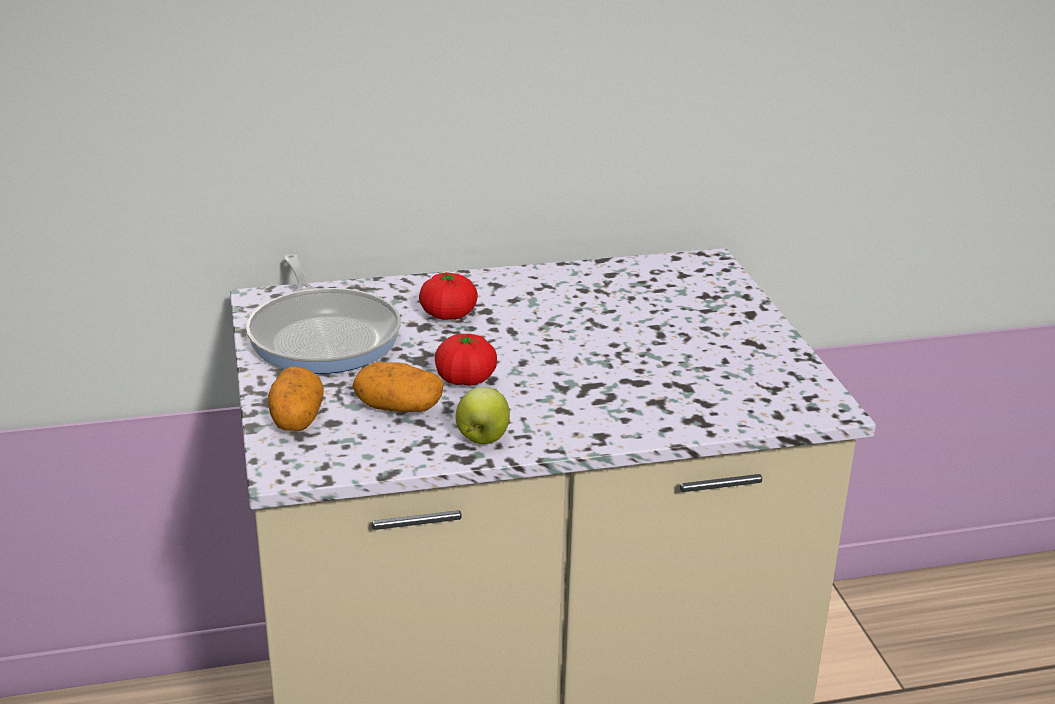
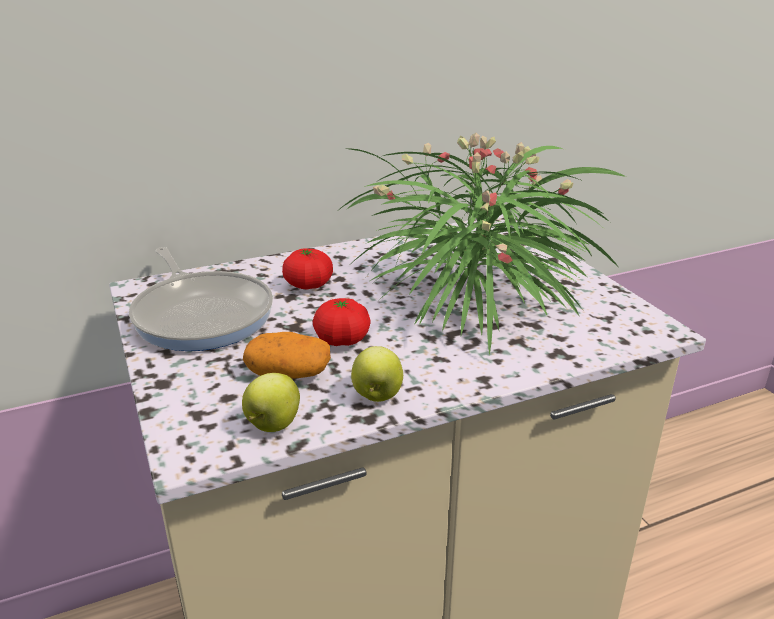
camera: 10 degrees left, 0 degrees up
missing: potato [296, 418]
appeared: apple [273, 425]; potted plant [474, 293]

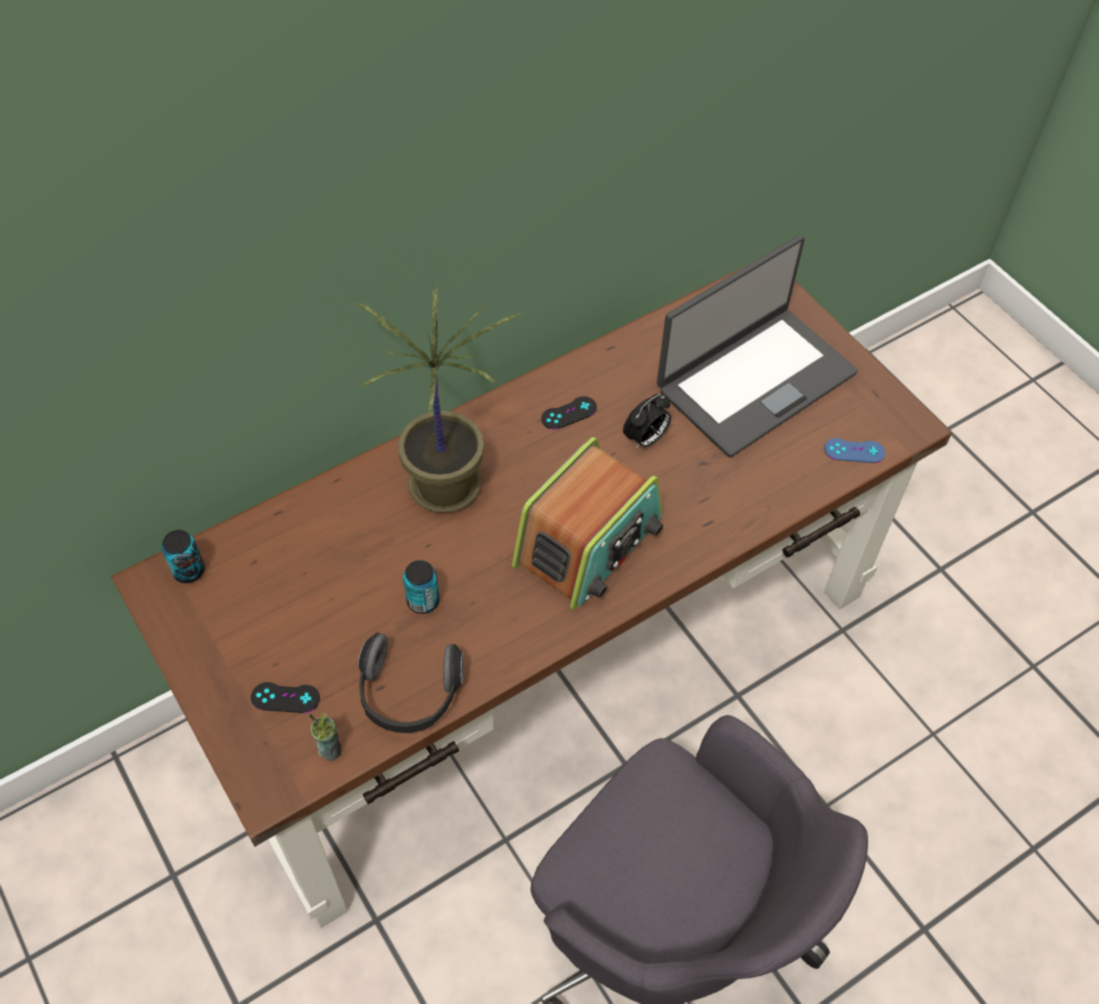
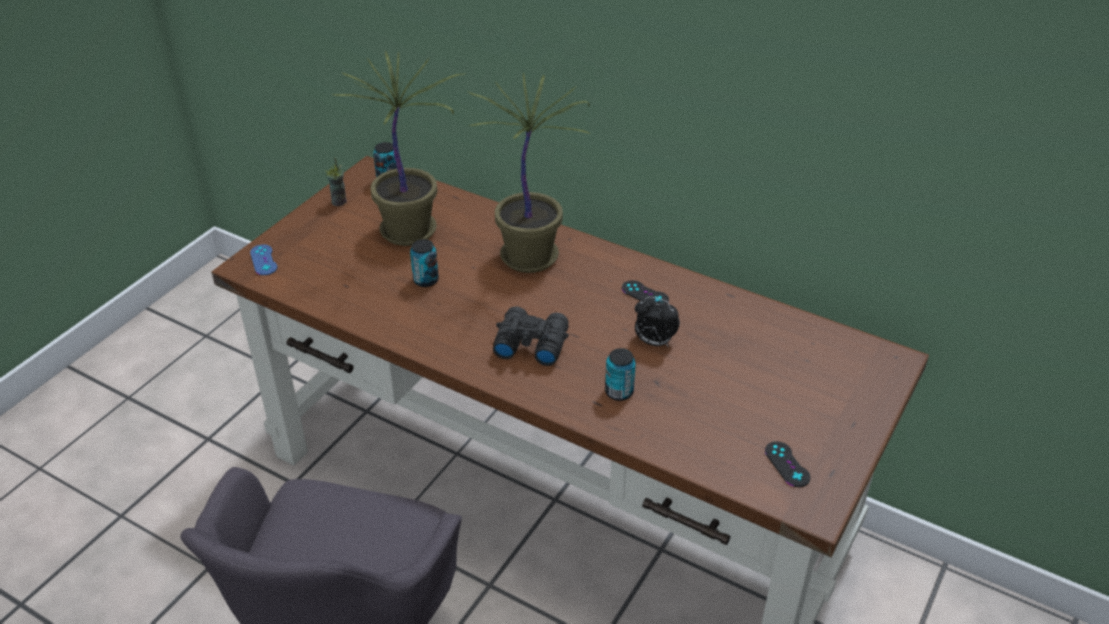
camera: 65 degrees right, 15 degrees down
missing: headphones [409, 695]; laptop [754, 380]
appeared: potted plant [411, 231]; can [619, 392]
relocated: game controller (black) [285, 698] to [787, 464]; cup [330, 749] to [339, 202]; game controller (blue) [854, 451] to [263, 260]
exchanged: radio [589, 543] to binoculars (black) [530, 343]

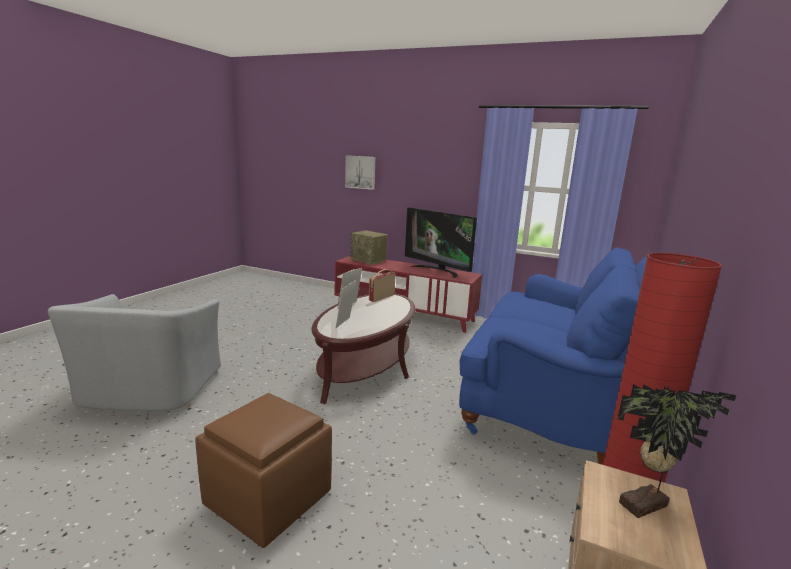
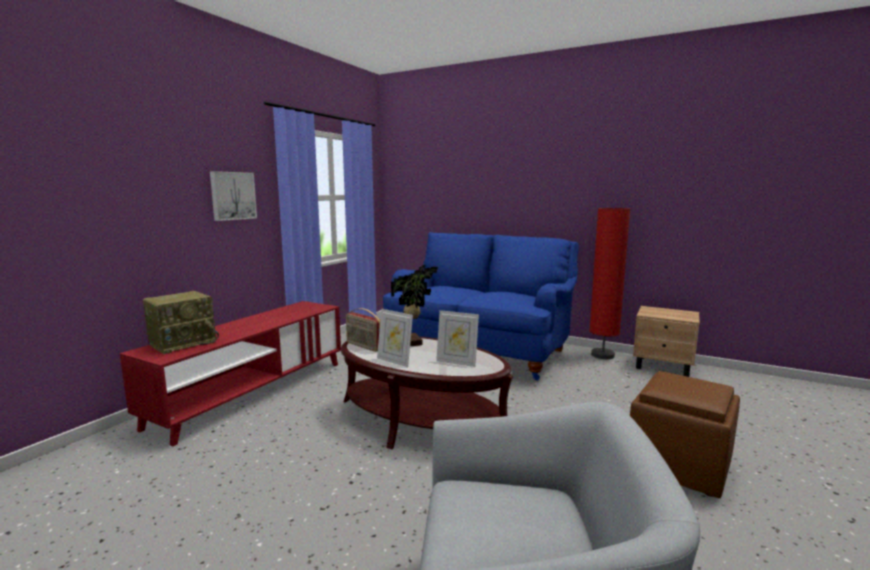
camera: 85 degrees left, 5 degrees down
missing: television [437, 270]
relocated: picture [361, 172] to [232, 196]; potted plant [646, 506] to [414, 342]

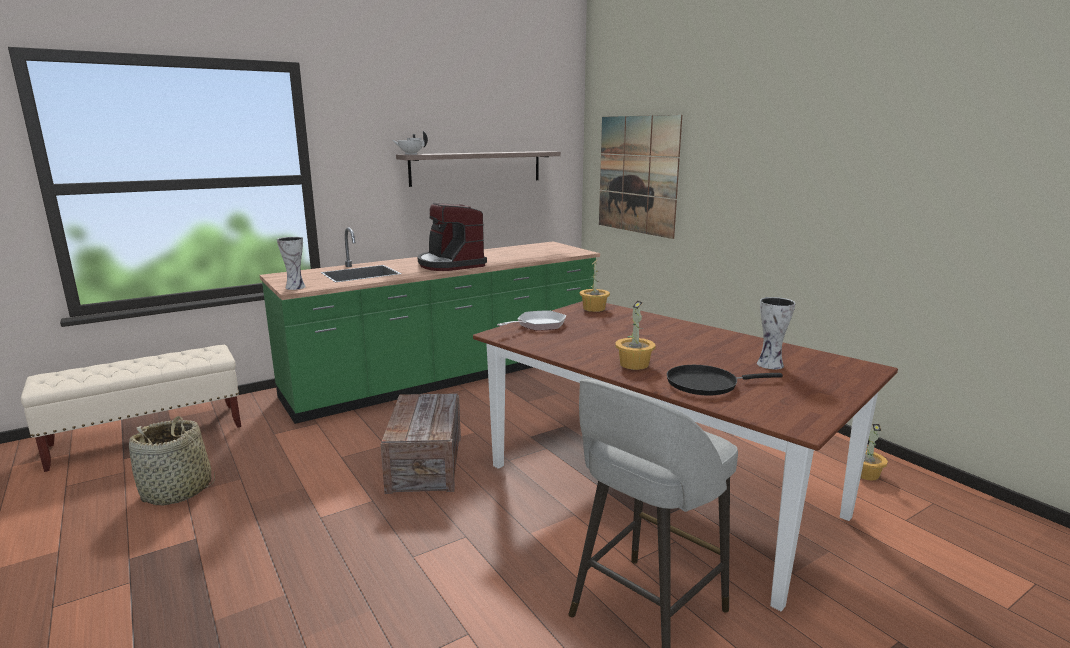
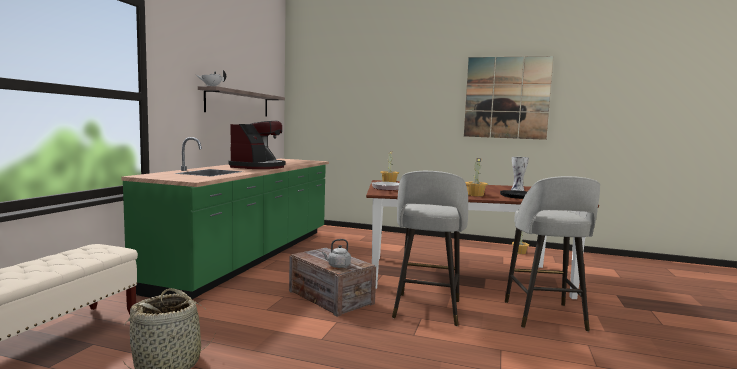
camera: 40 degrees left, 10 degrees down
missing: vase [296, 287]
appeared: kettle (grey) [337, 266]; stool (grey) [426, 310]
relocated: picture [637, 175] to [506, 97]
spun: coffee machine [450, 264] = [259, 167] 90 degrees counterclockwise

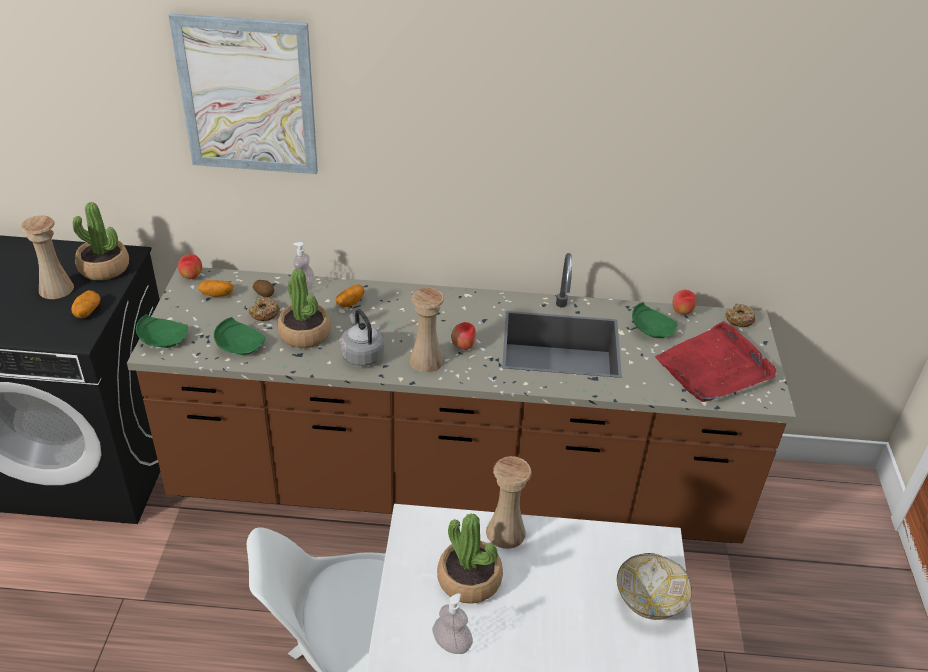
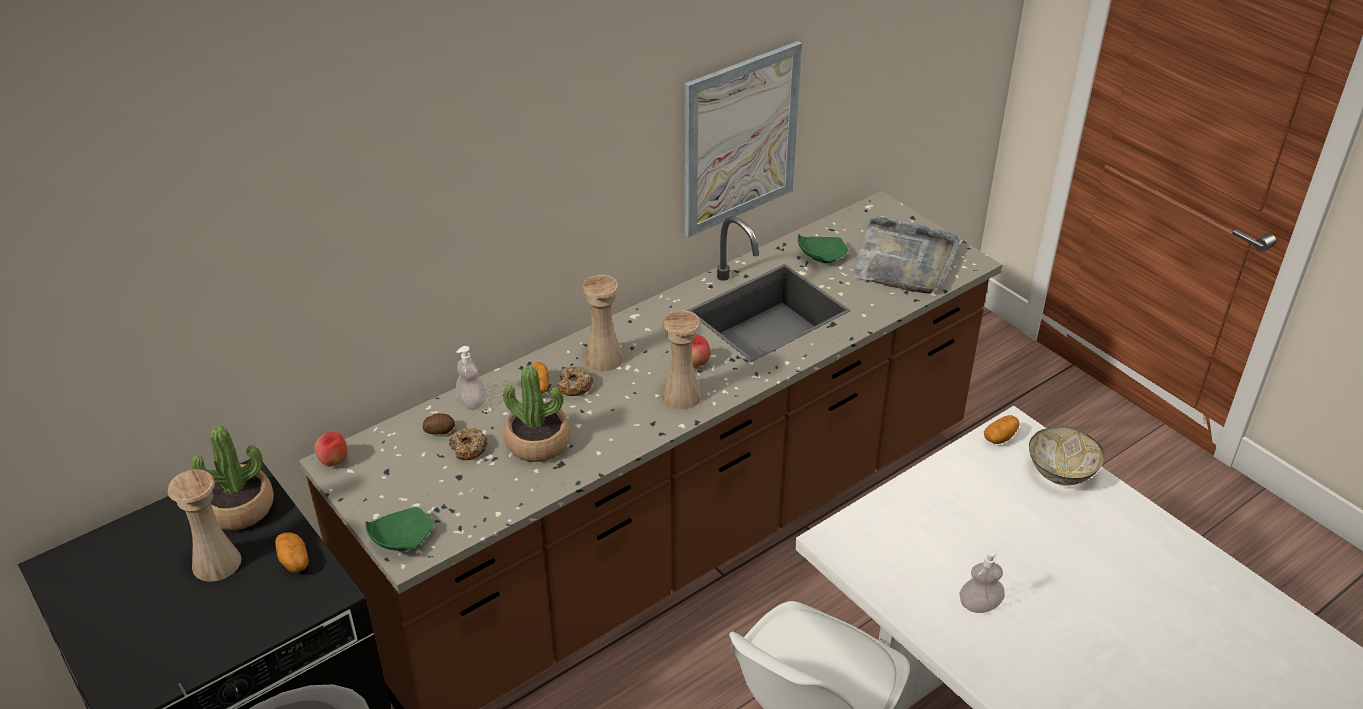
camera: 40 degrees left, 0 degrees up
missing: plate (green) [240, 345]; kettle (grey) [361, 354]; potted plant [469, 579]; apple [681, 312]
relocated: picture [247, 96] to [740, 139]; potato [217, 294] to [1000, 437]; vase (beige) [505, 532] to [603, 358]; donut [739, 319] to [574, 386]
colour: tray (red) [714, 367] to tray (grey) [904, 260]

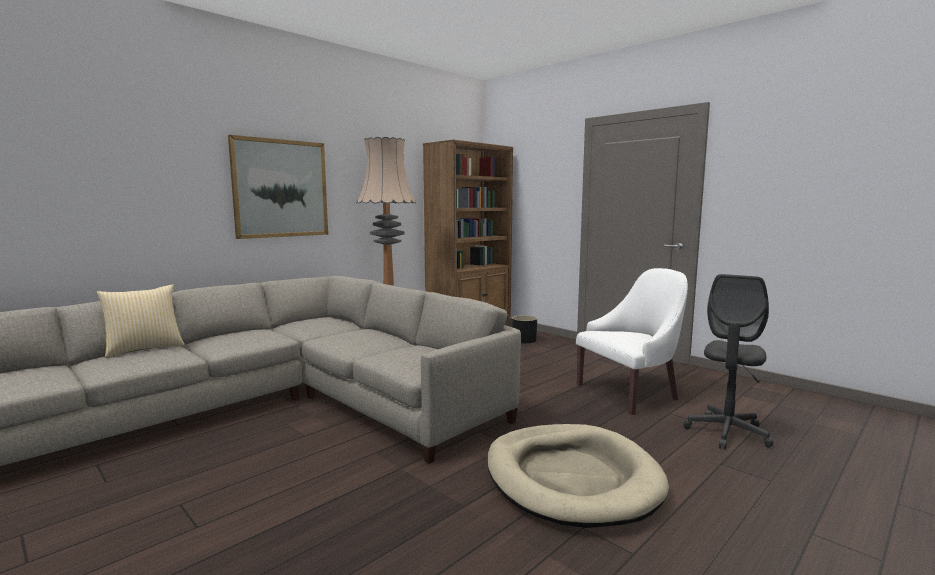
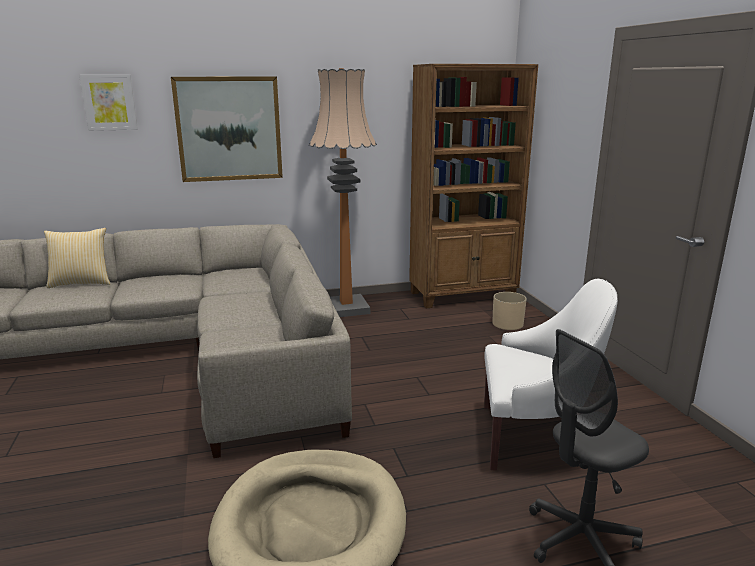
camera: 30 degrees right, 10 degrees up
appeared: picture [109, 102]
colour: planter (black) [524, 340] to planter (beige) [507, 324]

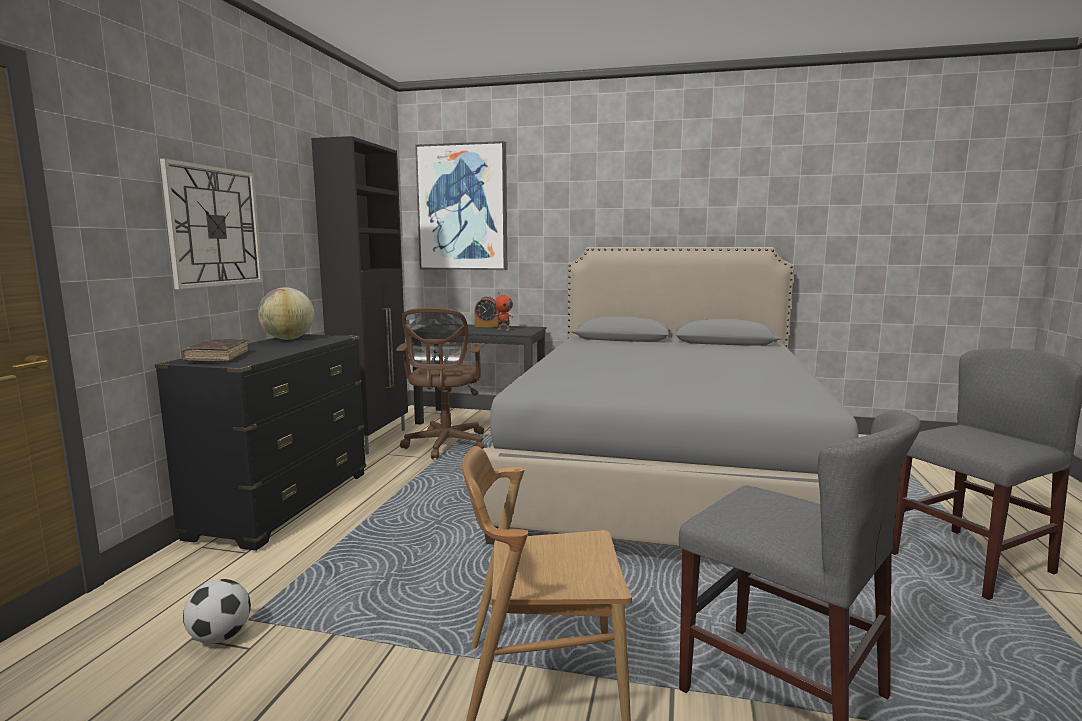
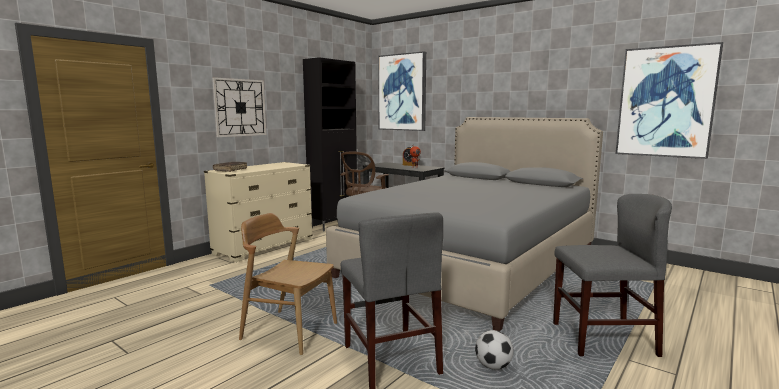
camera: 25 degrees right, 0 degrees up
missing: globe [288, 339]
appeared: picture [665, 102]
relocated: football [220, 637] to [493, 366]
colour: dresser (black) [283, 504] to dresser (beige) [264, 247]

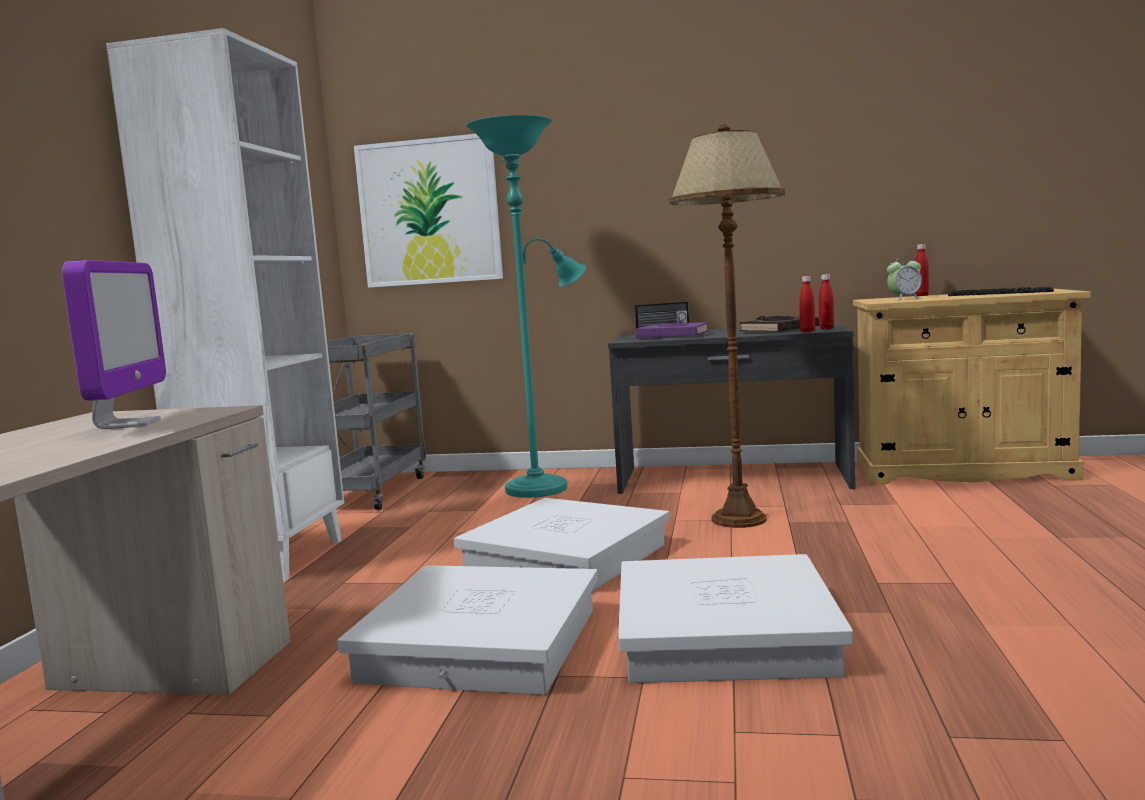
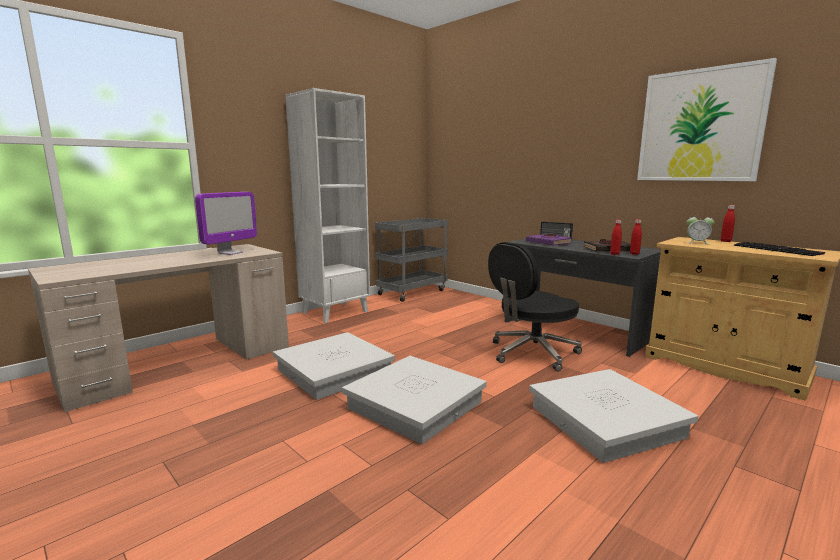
camera: 35 degrees right, 5 degrees up
missing: floor lamp (turquoise) [543, 487]
relocated: picture [429, 212] to [700, 126]; storage box (white) [567, 557] to [606, 422]
exchanged: floor lamp (brown) [738, 519] to office chair (black) [531, 353]

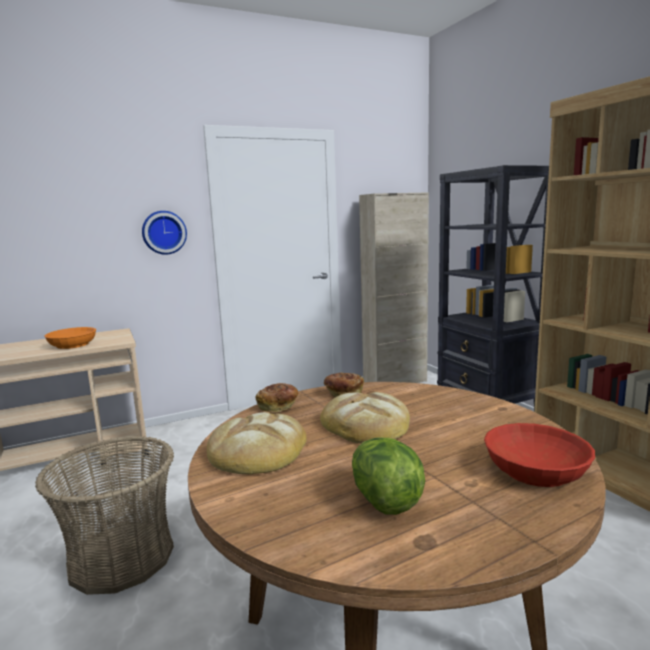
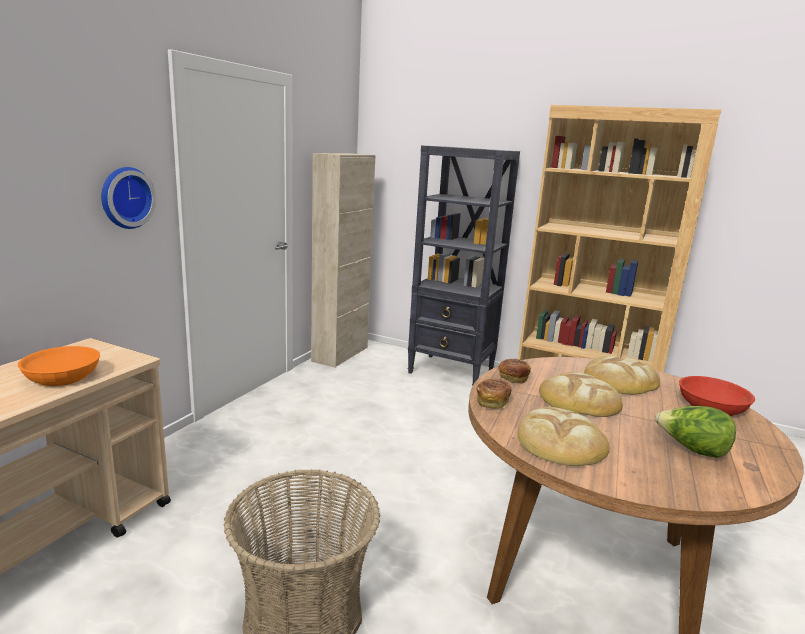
camera: 40 degrees left, 5 degrees up
appeared: bread [620, 381]

